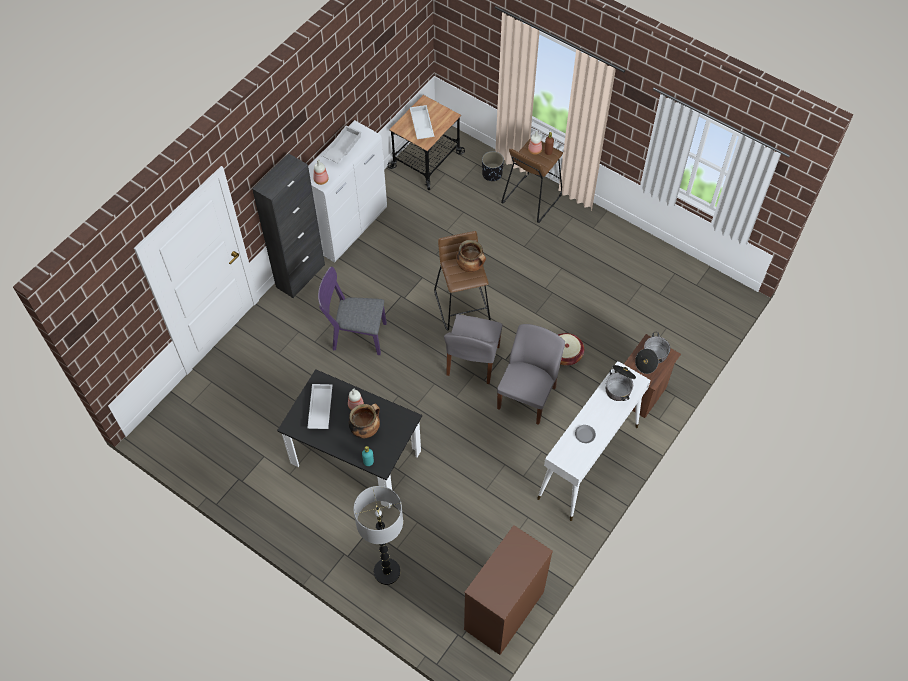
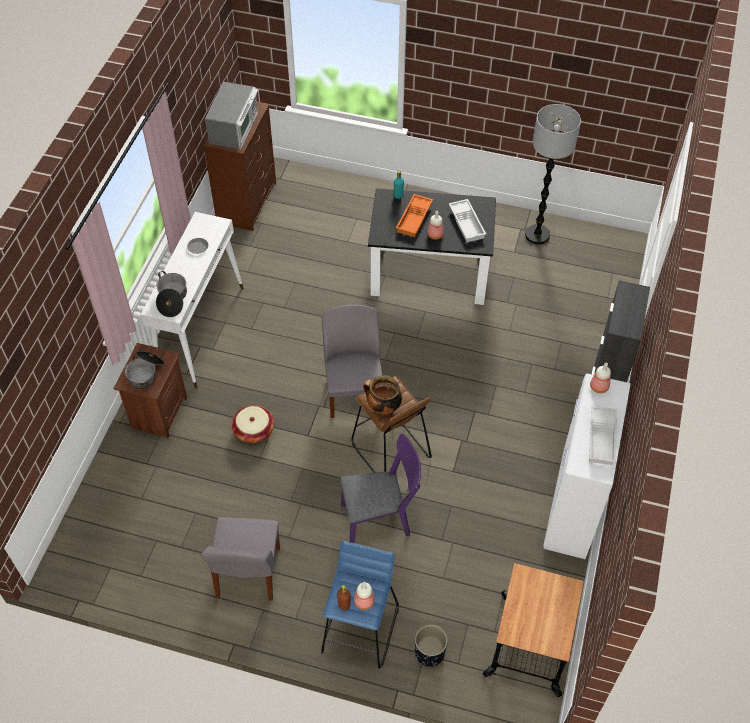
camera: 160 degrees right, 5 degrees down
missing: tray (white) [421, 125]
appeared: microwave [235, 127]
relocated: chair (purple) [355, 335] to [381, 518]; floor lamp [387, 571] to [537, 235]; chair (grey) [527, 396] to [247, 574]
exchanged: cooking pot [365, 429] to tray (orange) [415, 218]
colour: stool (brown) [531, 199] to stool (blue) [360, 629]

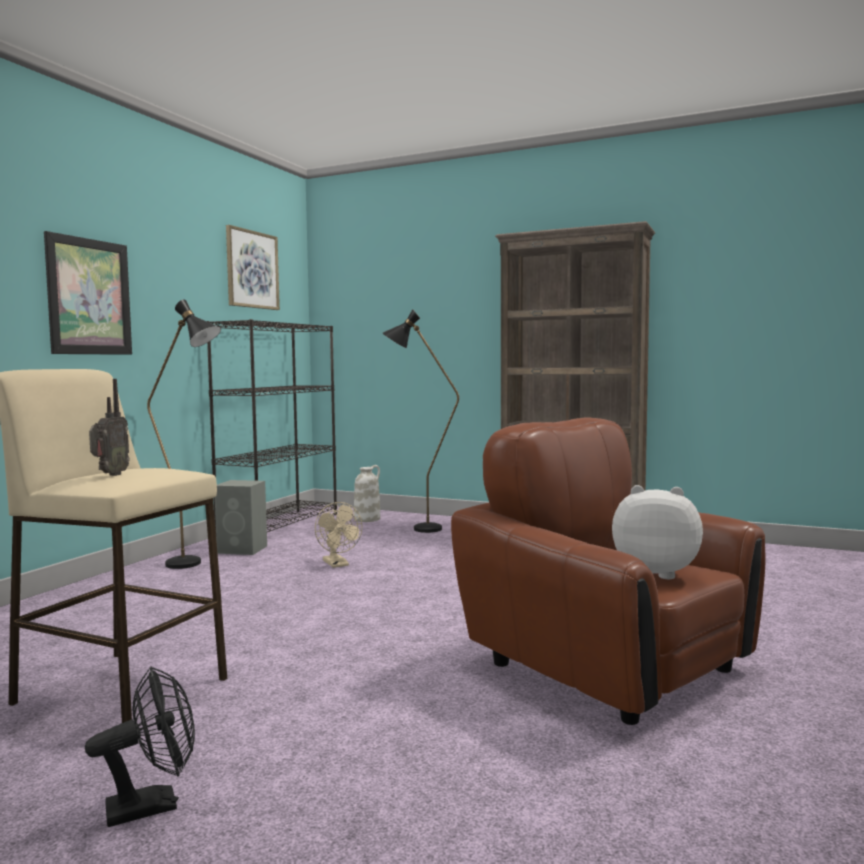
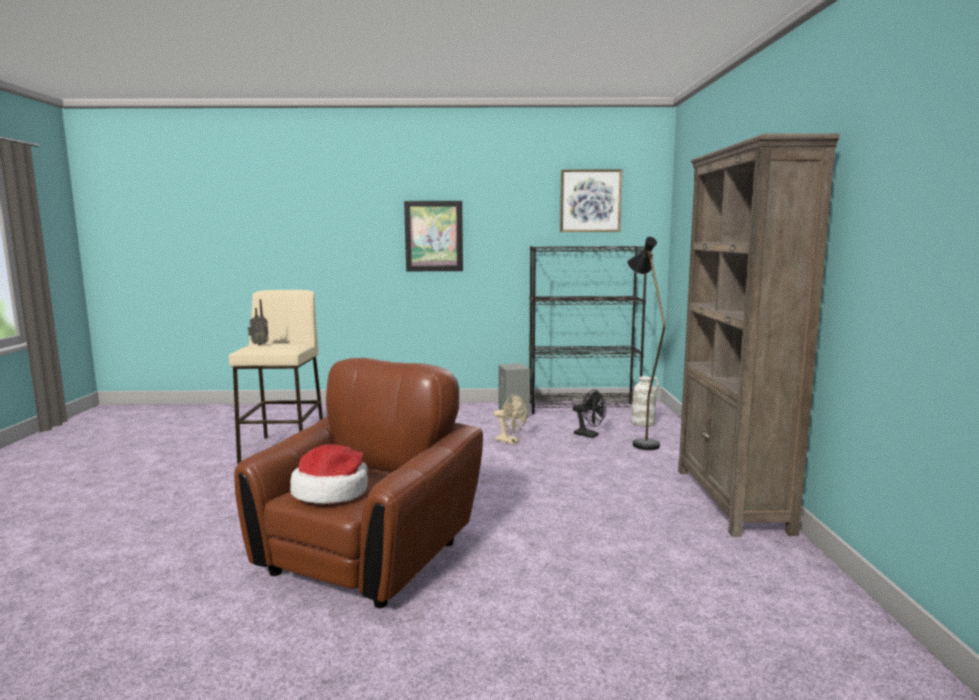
camera: 65 degrees right, 5 degrees up
missing: floor lamp (black) [194, 565]
relocated: fan (black) [153, 805] to [589, 435]
exchanged: plush toy [655, 573] to hat [332, 492]
spun: fan (beige) [338, 564] = [511, 441] 90 degrees counterclockwise

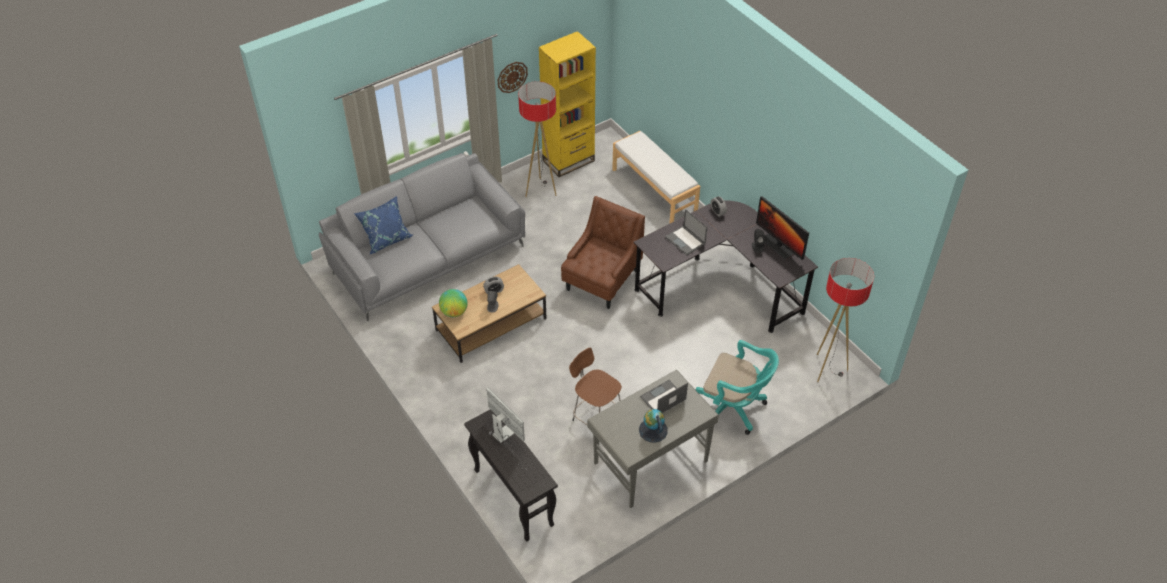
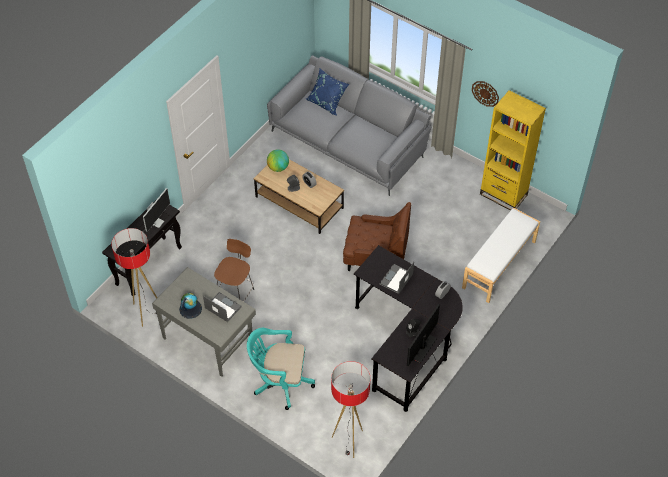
camera: 70 degrees right, 5 degrees up
relocated: floor lamp [540, 190] to [146, 312]
spun: office chair (turquoise) [733, 408] = [280, 382] 90 degrees clockwise

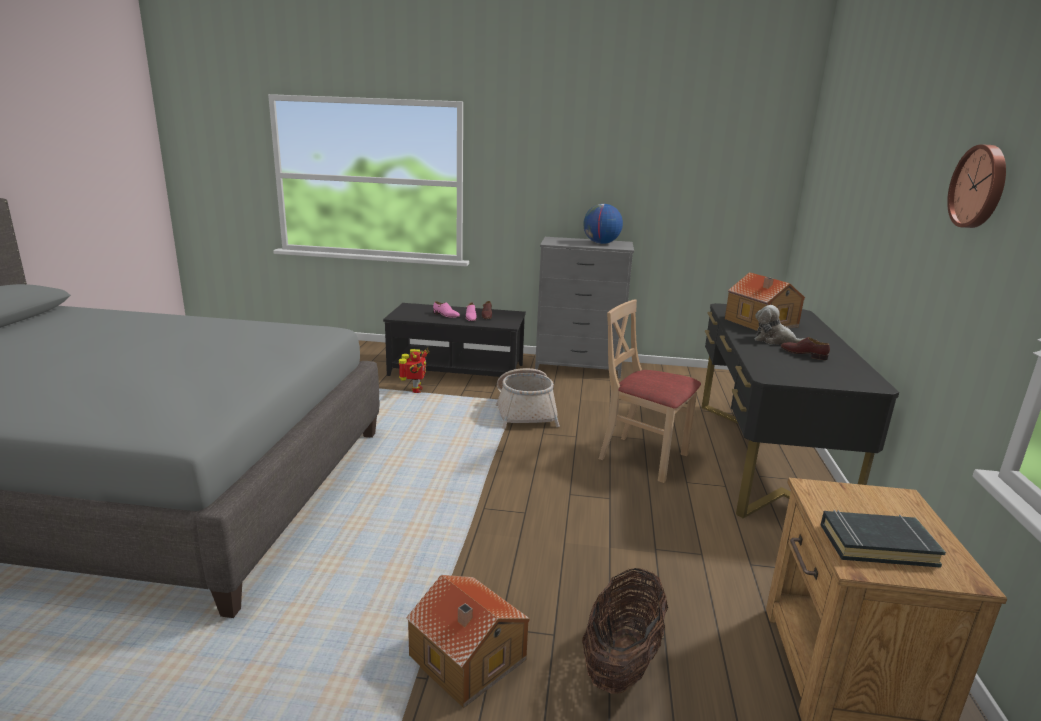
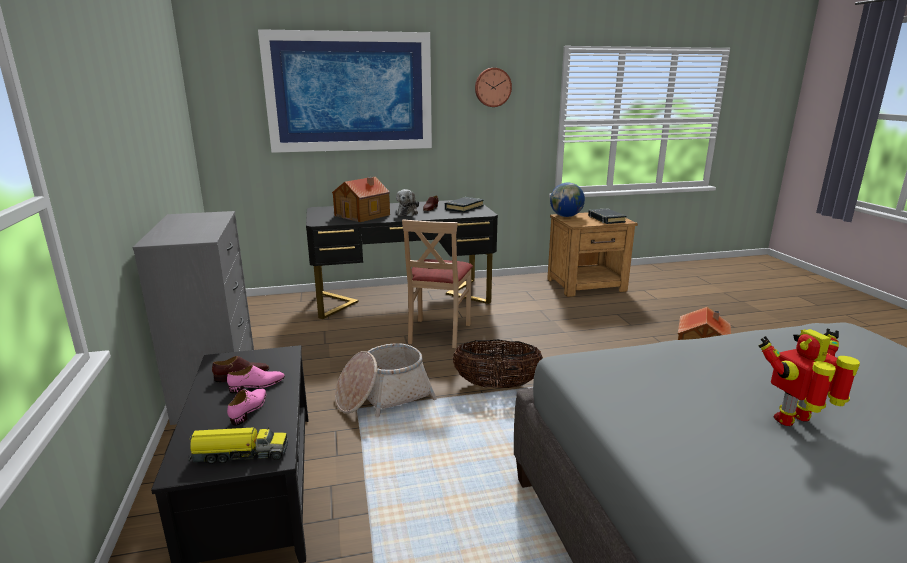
camera: 110 degrees left, 0 degrees up
appeared: toy truck [239, 454]; picture [350, 92]; book (black) [464, 207]
relocated: toy robot [415, 391] to [796, 420]; basket [621, 662] to [497, 385]; globe [601, 243] to [566, 216]

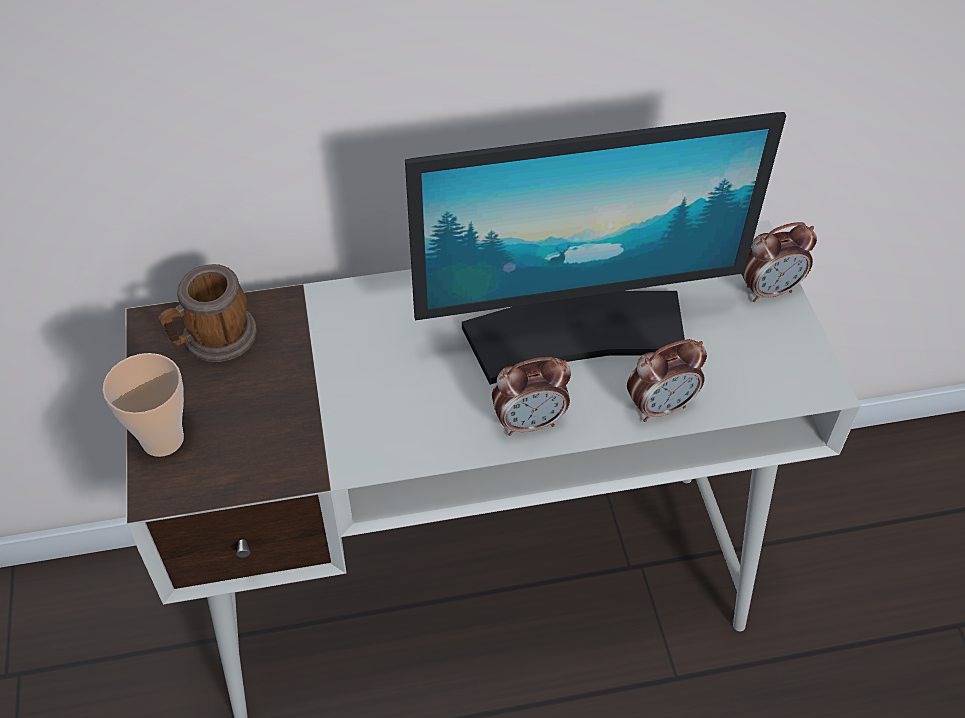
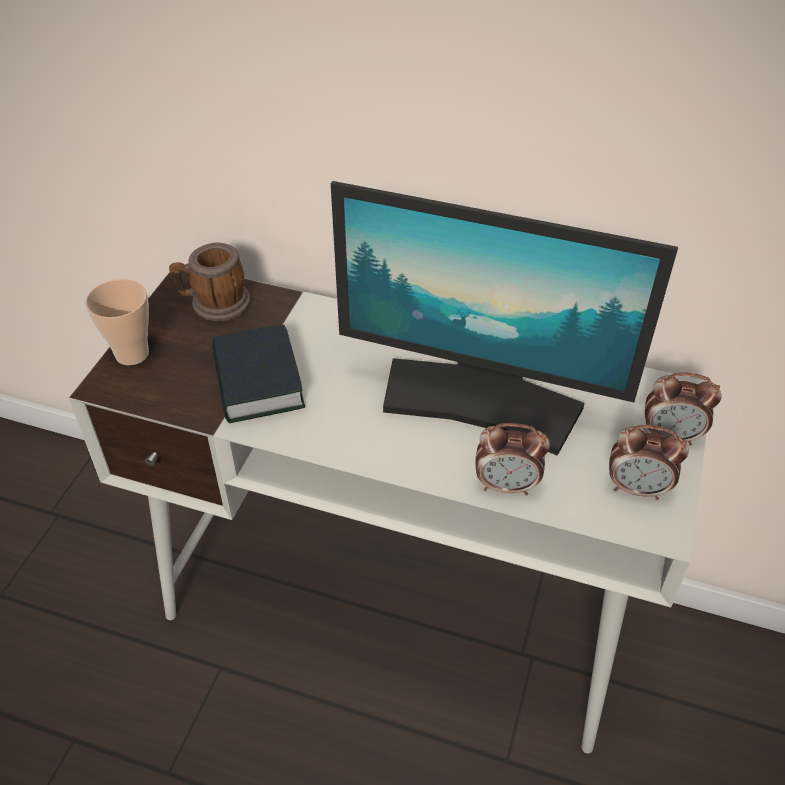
camera: 30 degrees right, 5 degrees down
appeared: book [257, 382]
relocated: alarm clock [529, 422] to [637, 488]

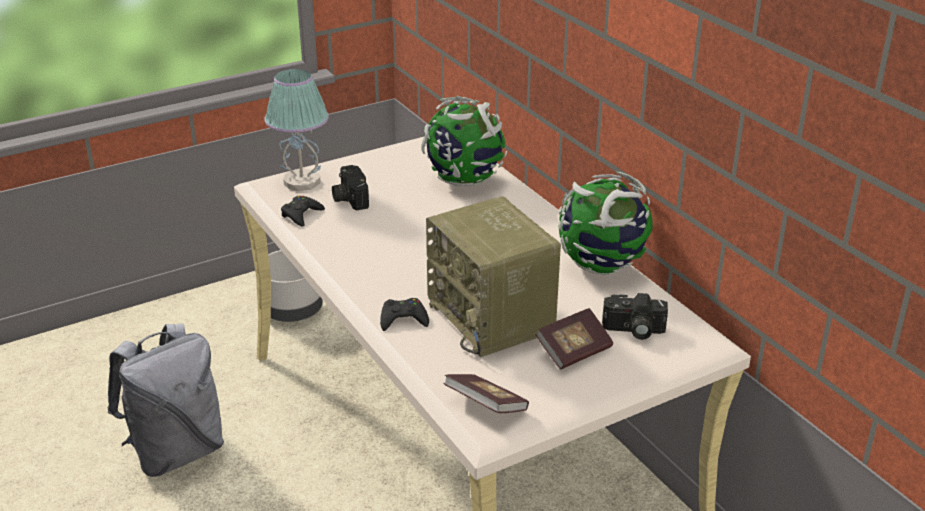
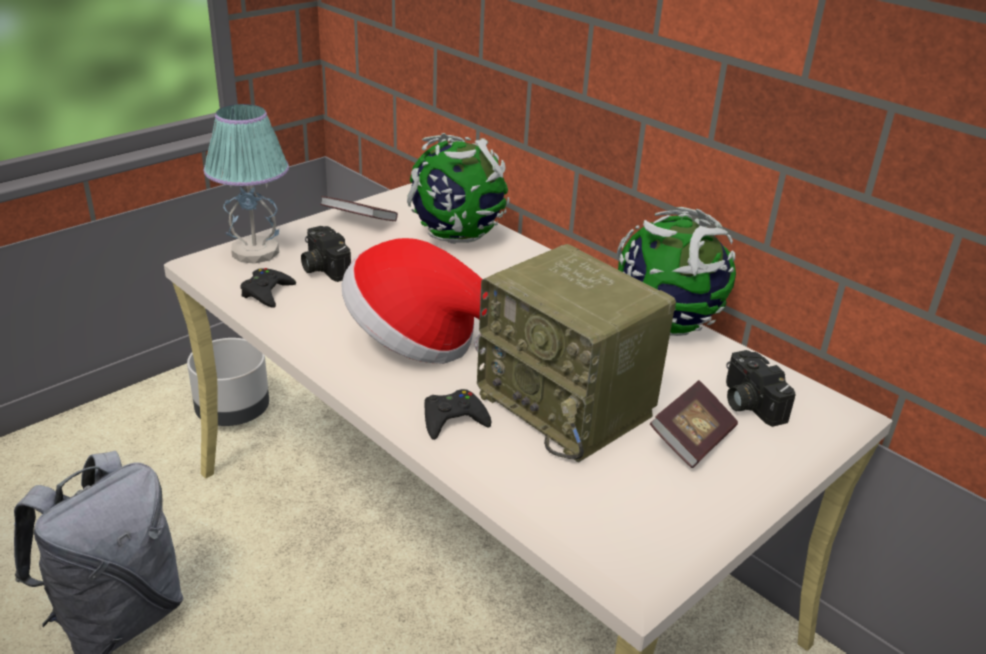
camera: 15 degrees left, 0 degrees up
appeared: hat [416, 340]
relocated: book [485, 406] to [359, 222]
spun: photo camera [633, 330] = [747, 403] 75 degrees clockwise

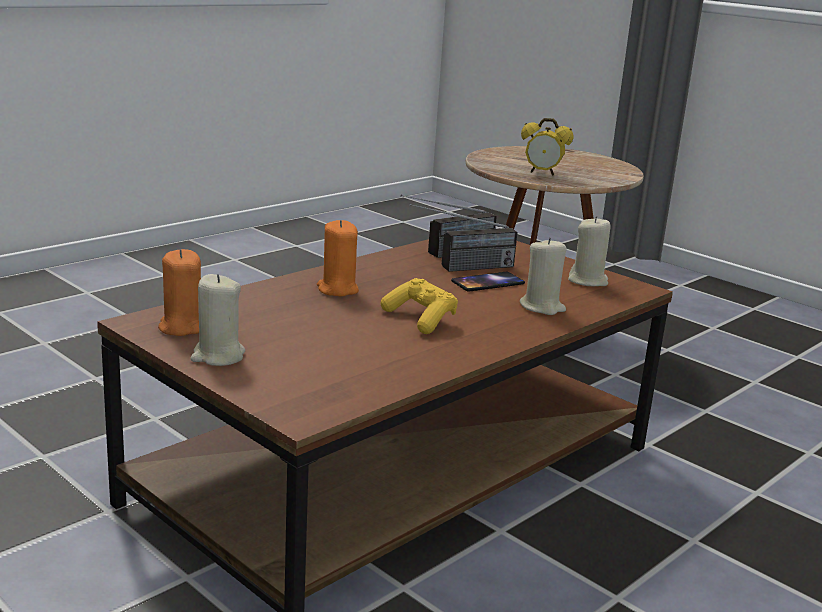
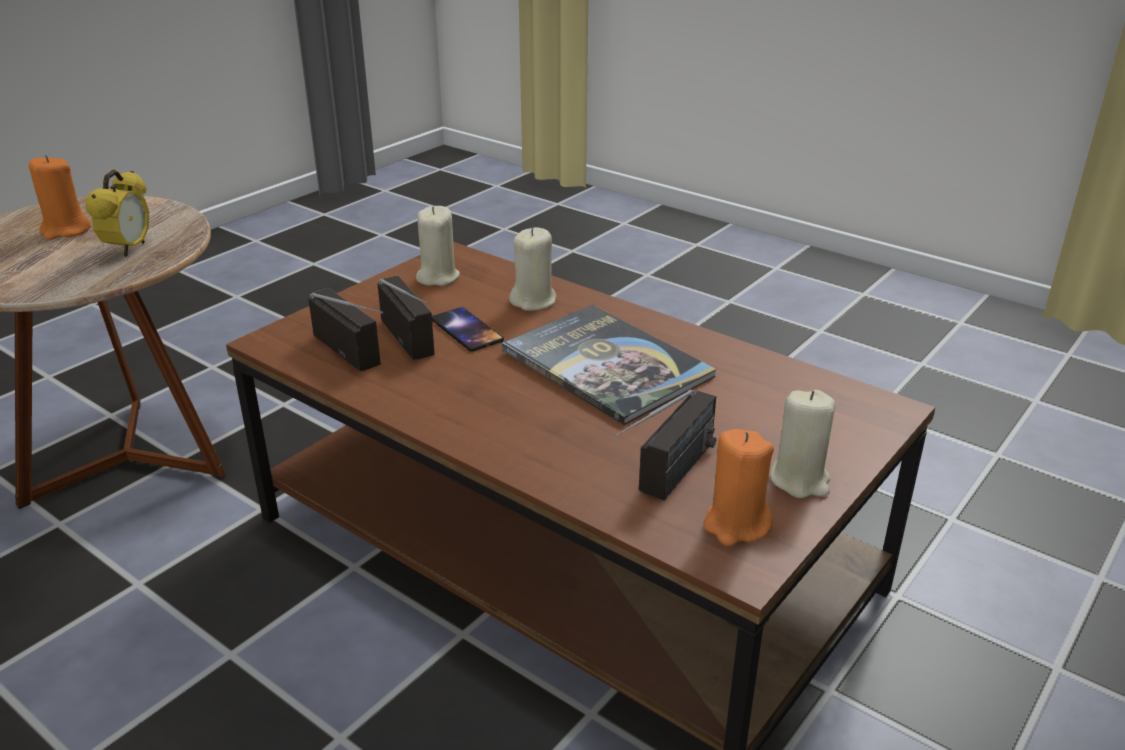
camera: 95 degrees left, 10 degrees up
appeared: radio [666, 483]
relocated: candle (orange) [337, 289] to [65, 230]
exchanged: game controller (yellow) [420, 319] to book [606, 364]

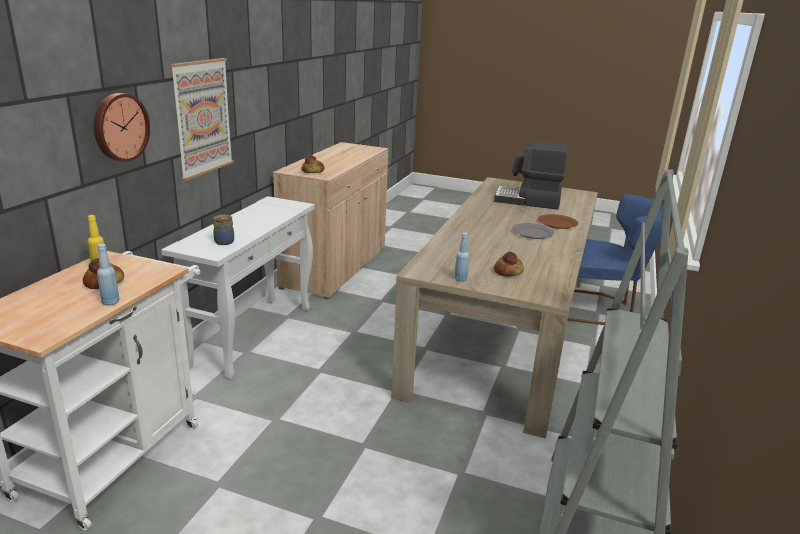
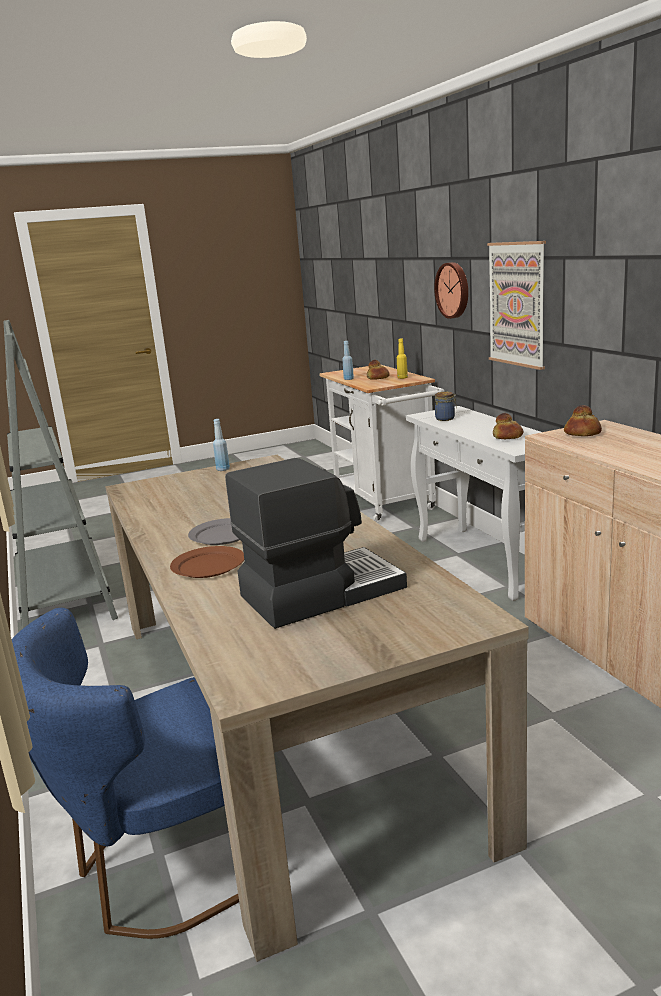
camera: 140 degrees right, 5 degrees down
relocated: bread [508, 272] to [507, 437]

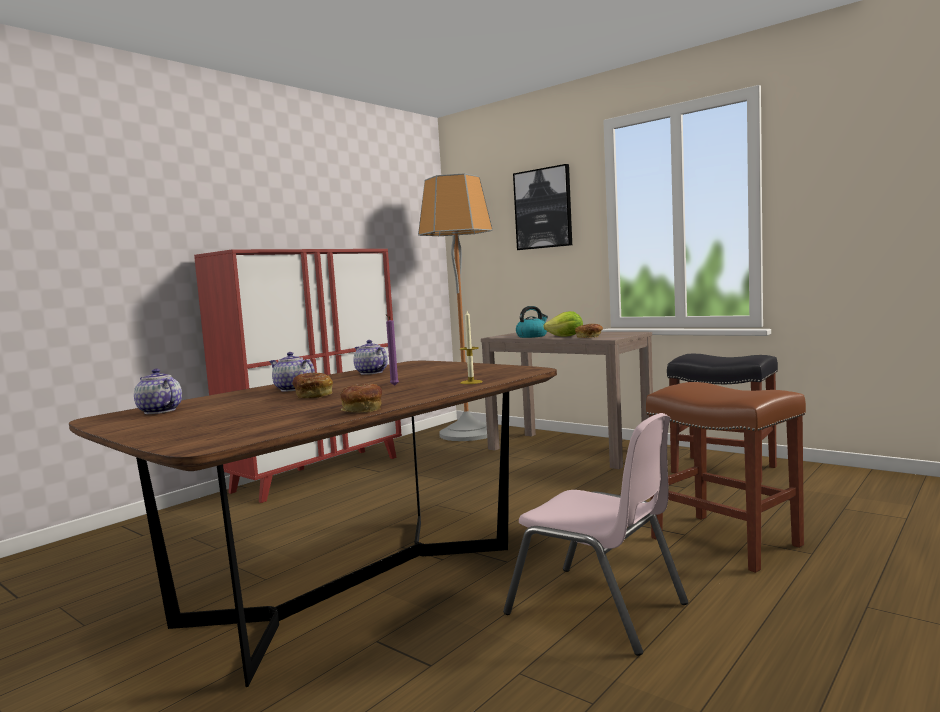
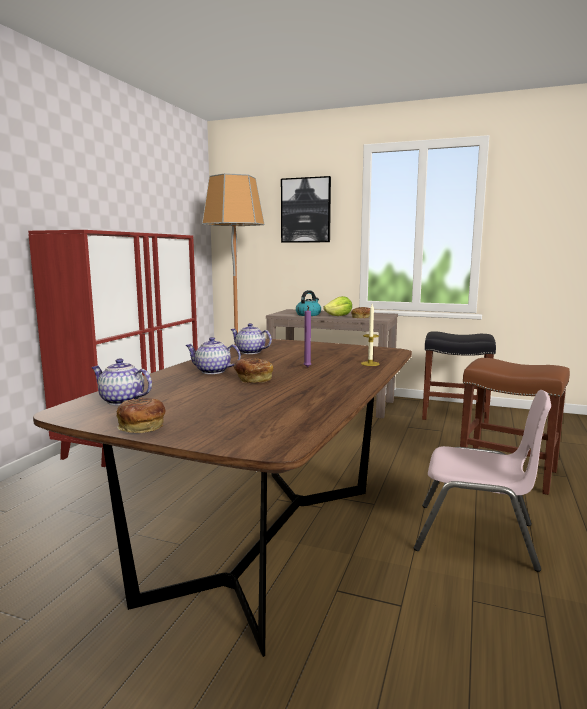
camera: 20 degrees left, 5 degrees up
relocated: bread [362, 410] to [142, 428]

